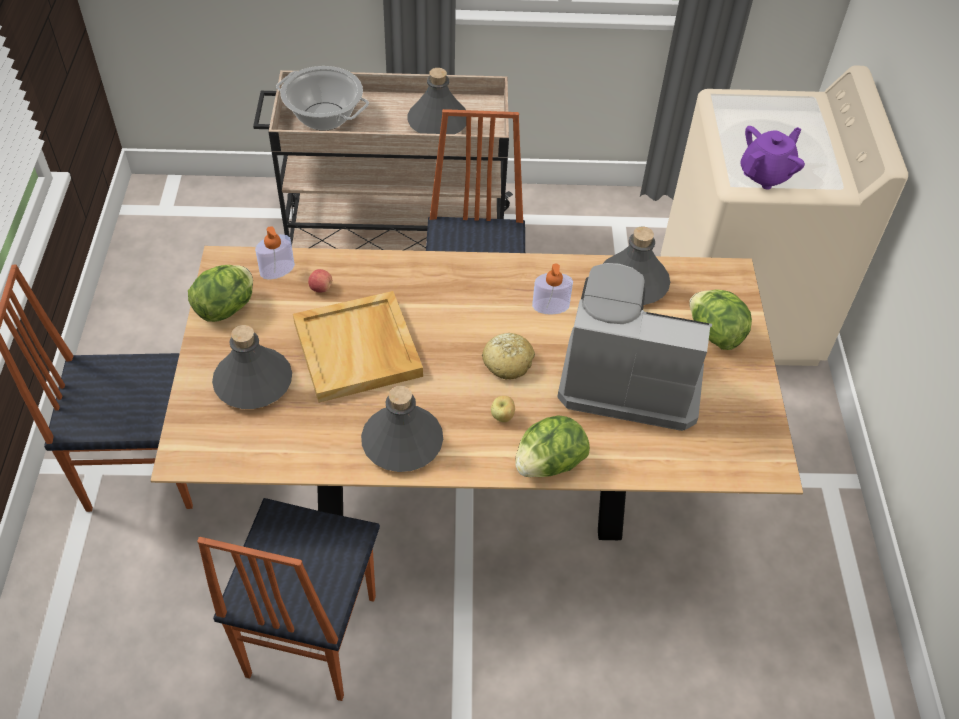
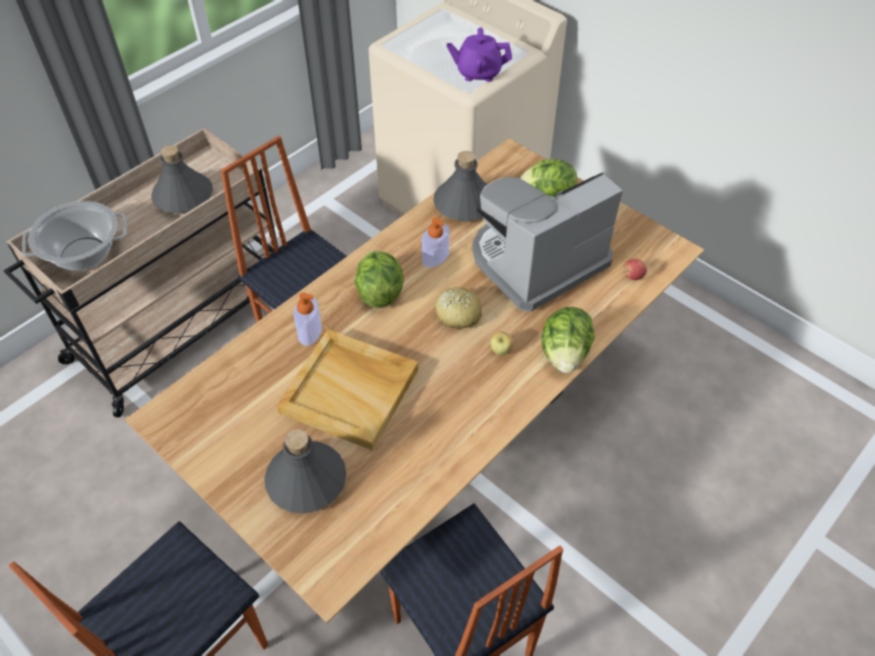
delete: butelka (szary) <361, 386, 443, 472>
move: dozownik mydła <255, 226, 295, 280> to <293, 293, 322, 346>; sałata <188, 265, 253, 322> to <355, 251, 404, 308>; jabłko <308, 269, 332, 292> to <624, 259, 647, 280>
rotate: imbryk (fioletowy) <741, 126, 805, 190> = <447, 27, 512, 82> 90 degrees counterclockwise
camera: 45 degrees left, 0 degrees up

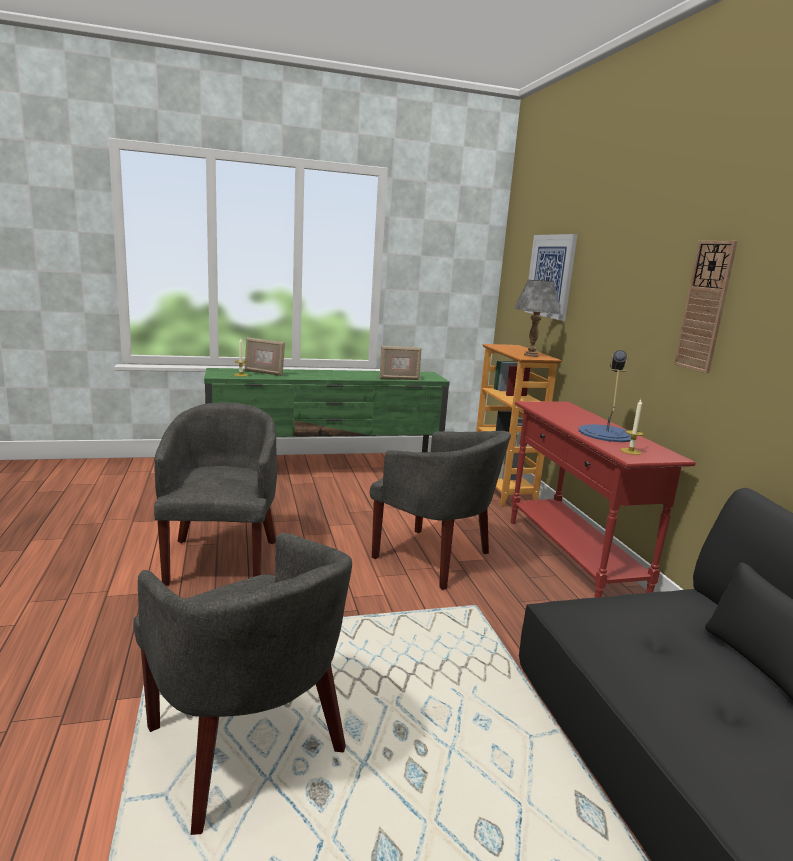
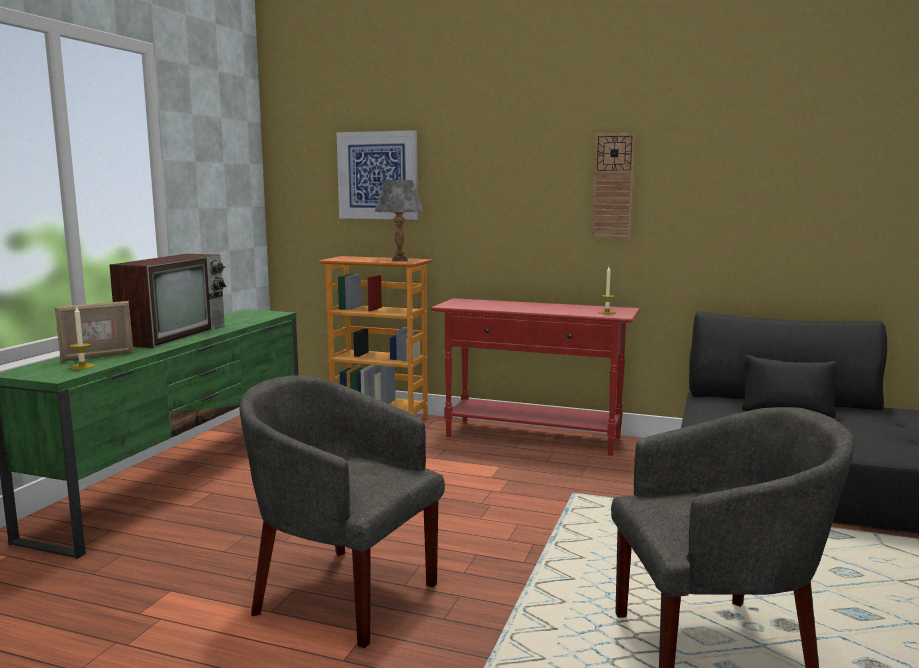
delete: fotel (szary) <370, 431, 511, 590>; ramka na zdjęcie <380, 346, 422, 380>; lampa stołowa (niebieski) <579, 350, 631, 442>
insert: telewizor <109, 254, 226, 348>
camera: 55 degrees left, 5 degrees down

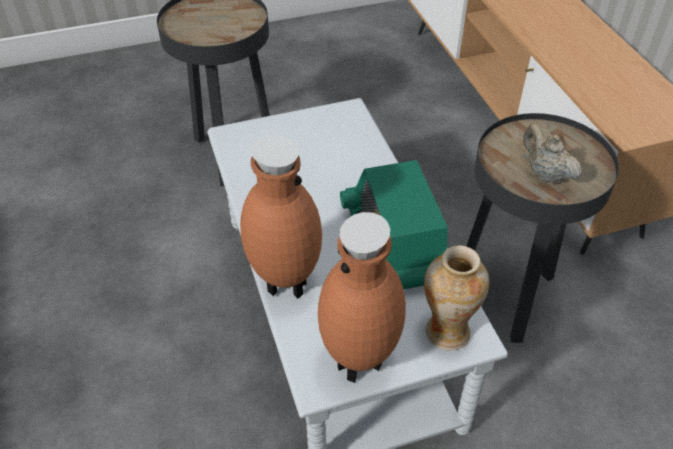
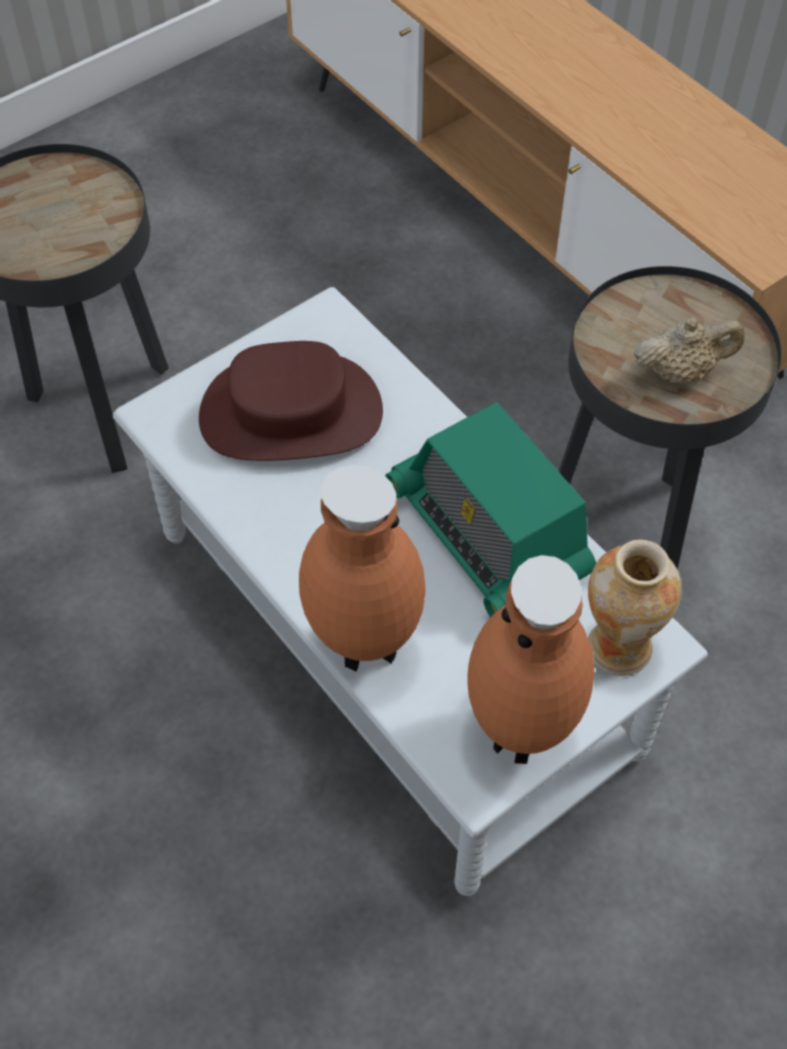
insert: kapelusz (brązowy) <199, 341, 383, 461>
rotate: imbryk (beżowy) <523, 124, 582, 183> = <634, 317, 745, 383> 135 degrees clockwise
camera: 20 degrees left, 10 degrees up

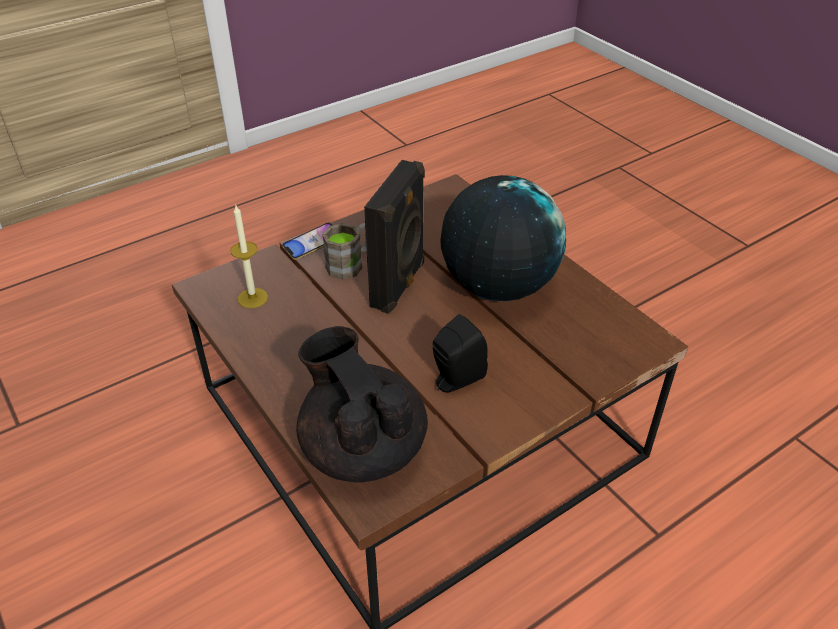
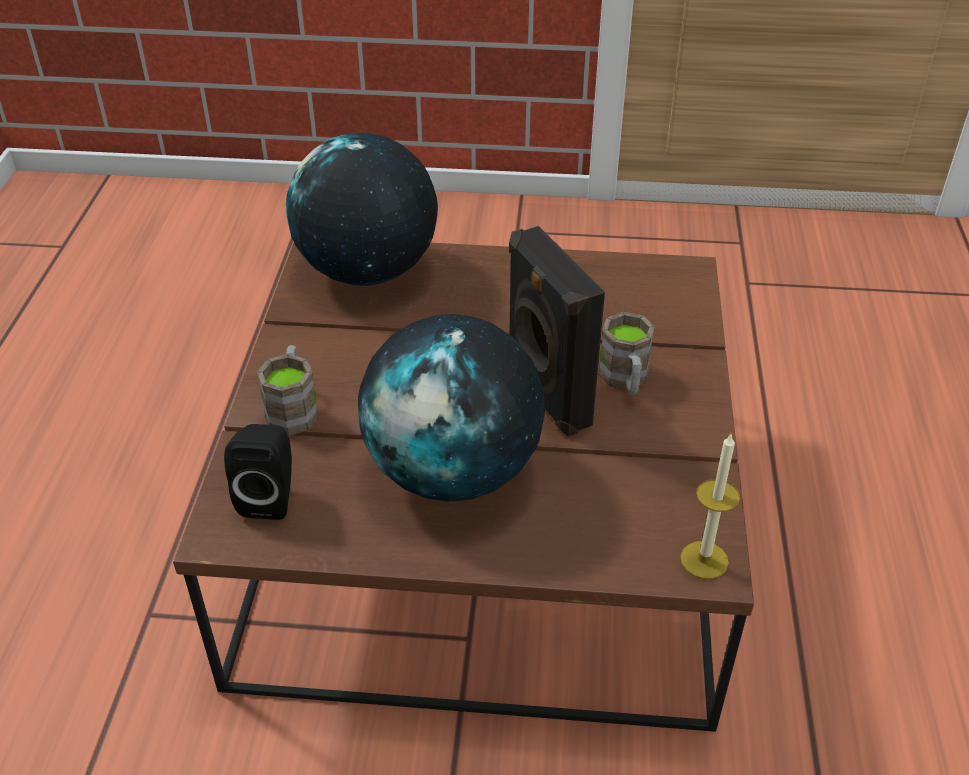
delete: telefon <282, 223, 333, 260>
insert: kubek (brązowy) <257, 345, 319, 436>
move: głośnik (czarny) <433, 314, 488, 393> to <224, 424, 292, 520>; świeca <230, 206, 268, 308> to <680, 434, 740, 579>
replace: imbryk (czarny) <296, 326, 428, 483> to globus <286, 132, 438, 286>
camera: 130 degrees right, 0 degrees up

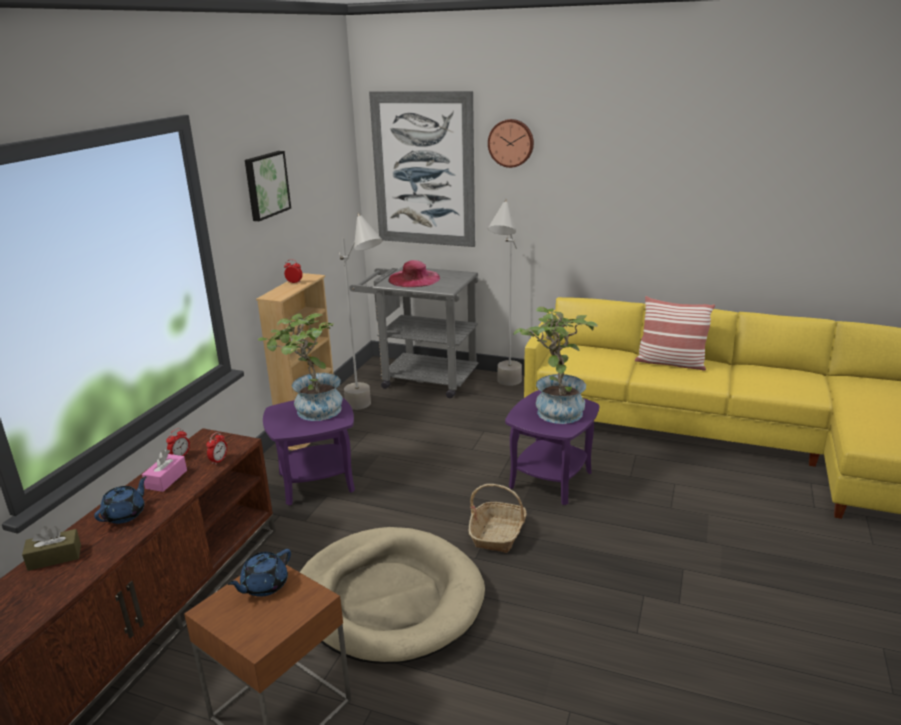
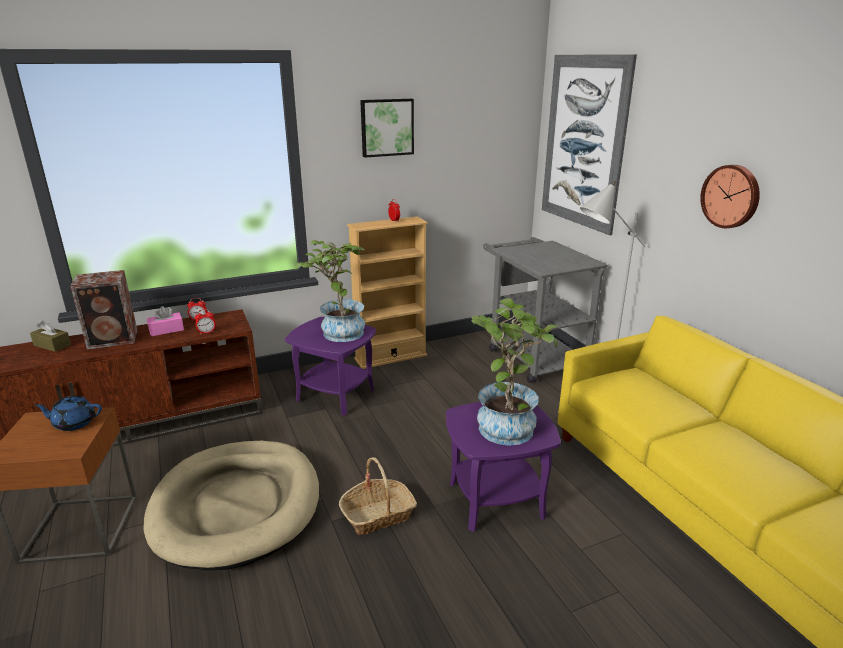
delete: lampa stojąca (szary) <339, 212, 383, 410>; kapelusz (różowy) <388, 260, 440, 287>; poduszka <635, 296, 715, 370>
move: zegar ścienny <488, 119, 534, 168> to <700, 165, 760, 228>
replace: imbryk (niebieski) <94, 476, 147, 524> to głośnik <70, 270, 137, 350>
camera: 45 degrees right, 0 degrees up

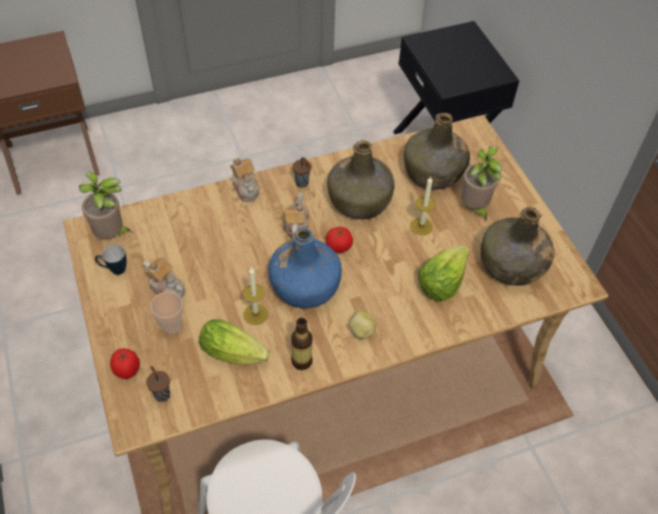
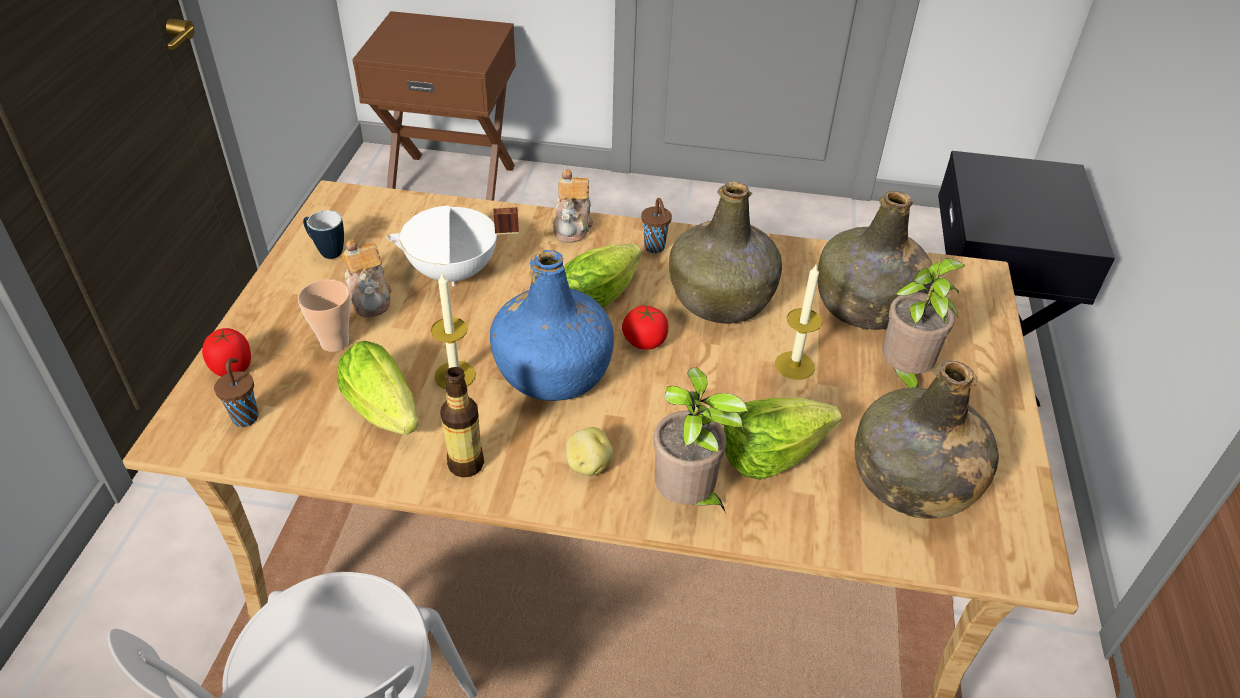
insert: garnek (biały) <386, 205, 519, 286>
move: roślina doniczkowa <79, 171, 131, 238> to <653, 367, 748, 513>
replace: imbryk <282, 192, 309, 238> to sałata <564, 243, 642, 308>
camera: 30 degrees right, 10 degrees down

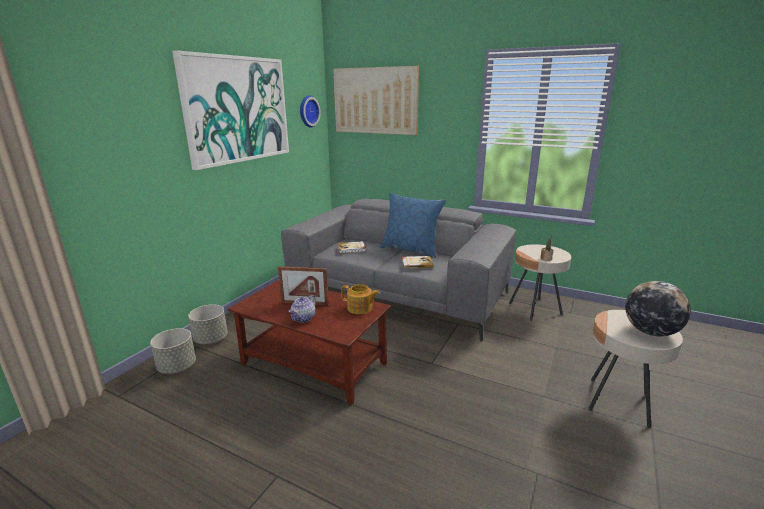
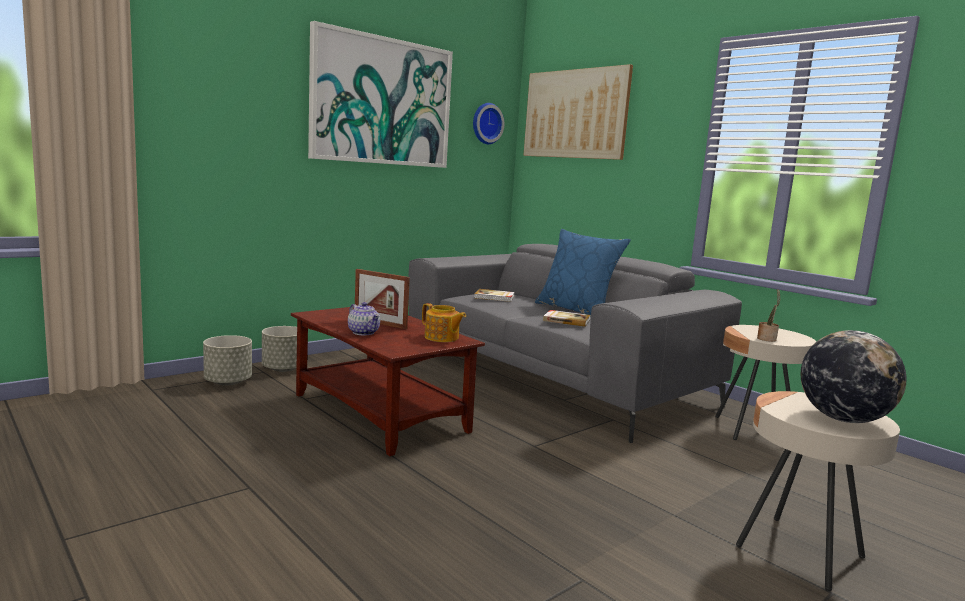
rotate: imbryk <288, 295, 316, 323> = <348, 302, 380, 335> 90 degrees counterclockwise
camera: 20 degrees right, 10 degrees down

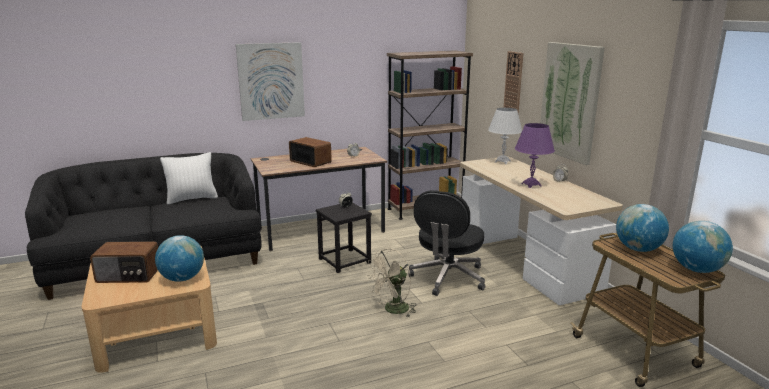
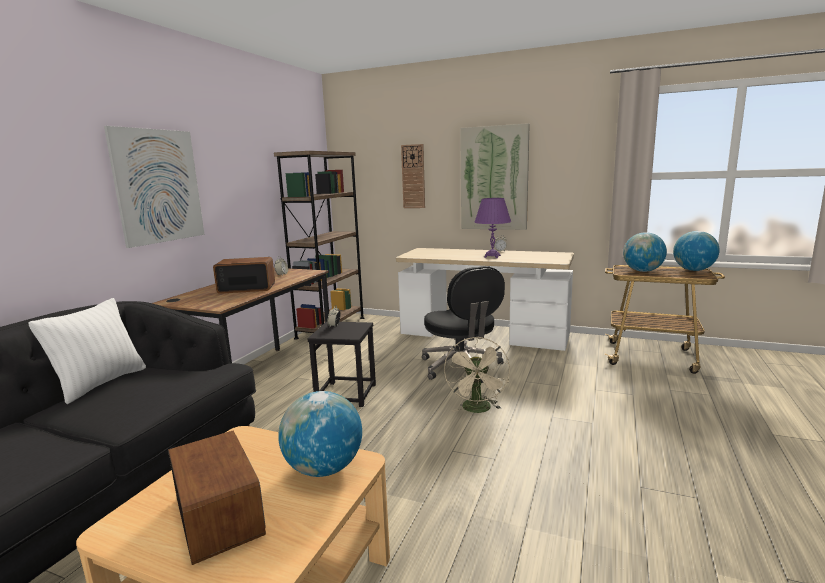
delete: lampa stołowa (biały) <488, 108, 522, 164>
rotate: radio <90, 241, 158, 283> = <168, 431, 266, 565> 75 degrees counterclockwise
camera: 45 degrees left, 5 degrees down

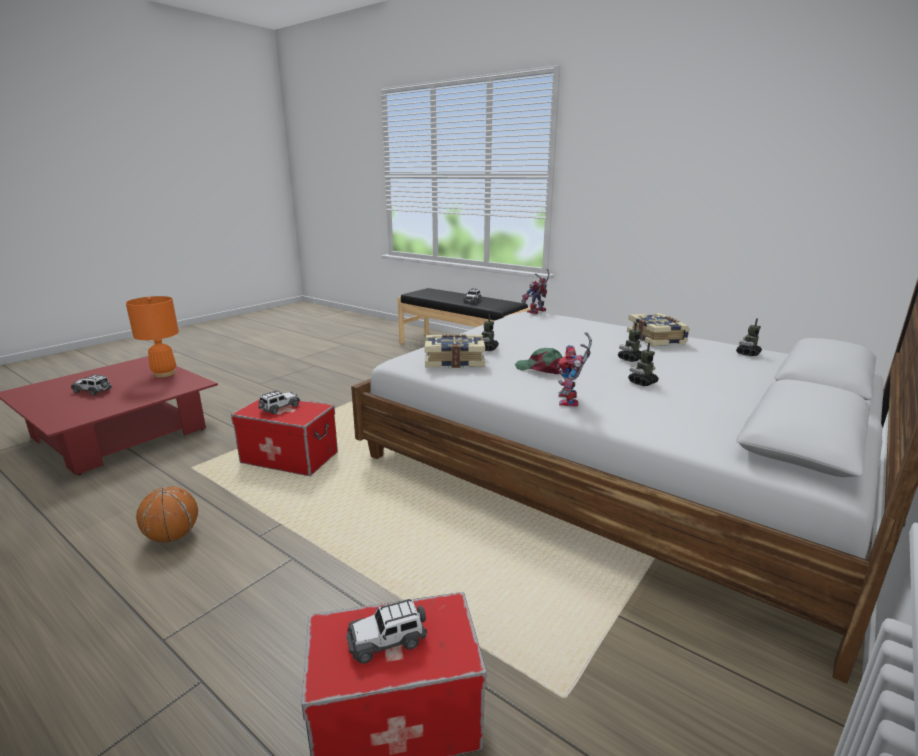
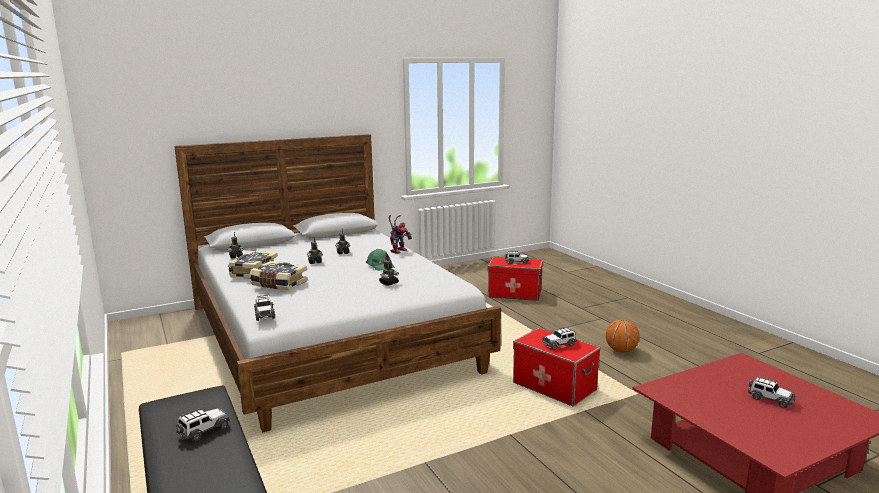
delete: lampa stołowa (pomarańczowy) <126, 296, 179, 377>
move: książka <425, 334, 485, 368> to <250, 261, 308, 290>
replace: robot zabawkowy <521, 269, 550, 314> to samochodzik <254, 295, 275, 321>
camera: 155 degrees left, 5 degrees down

